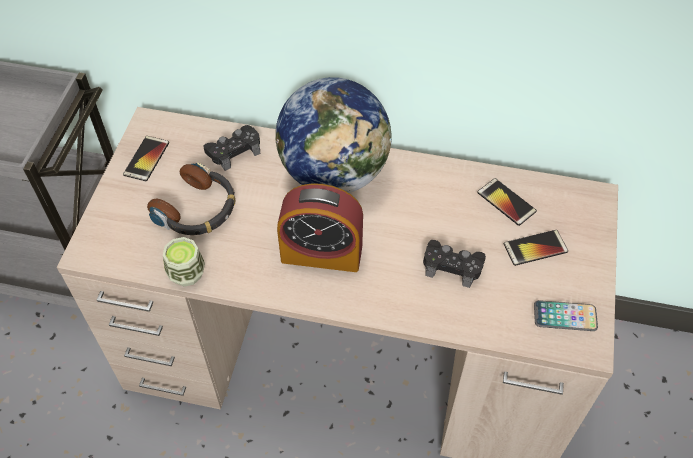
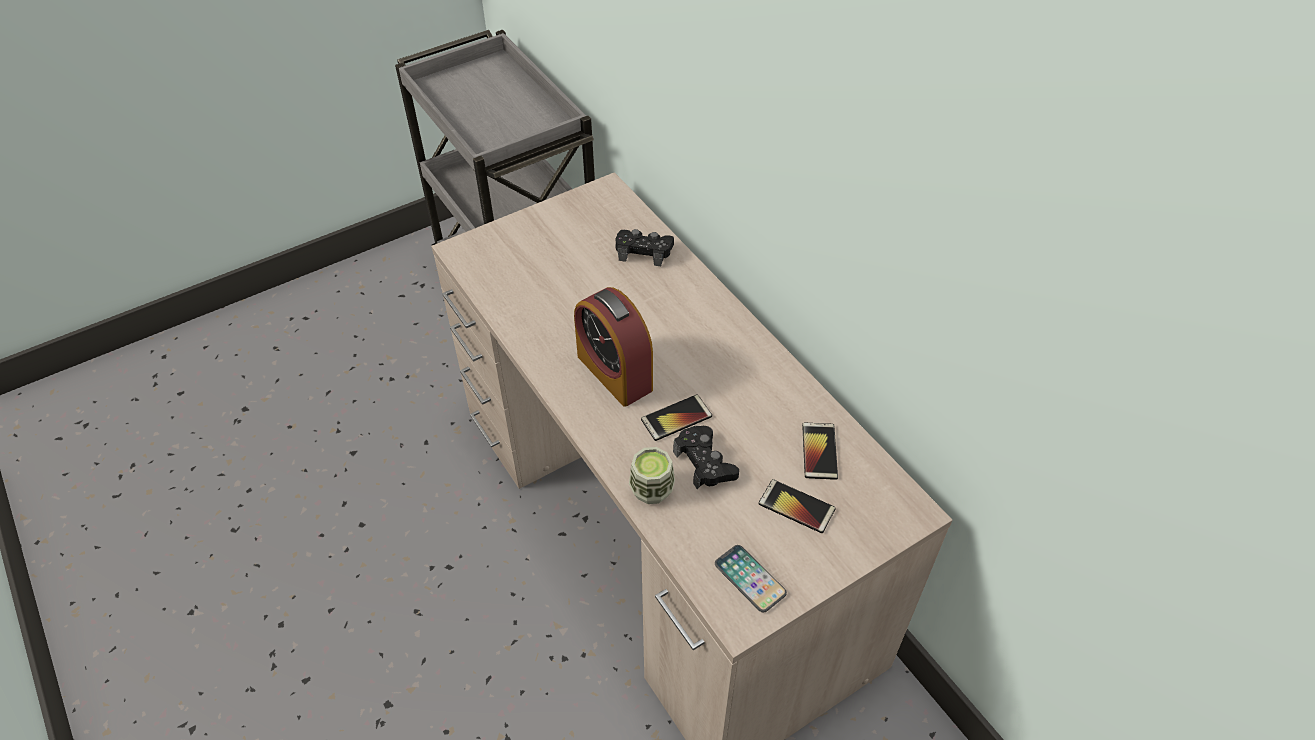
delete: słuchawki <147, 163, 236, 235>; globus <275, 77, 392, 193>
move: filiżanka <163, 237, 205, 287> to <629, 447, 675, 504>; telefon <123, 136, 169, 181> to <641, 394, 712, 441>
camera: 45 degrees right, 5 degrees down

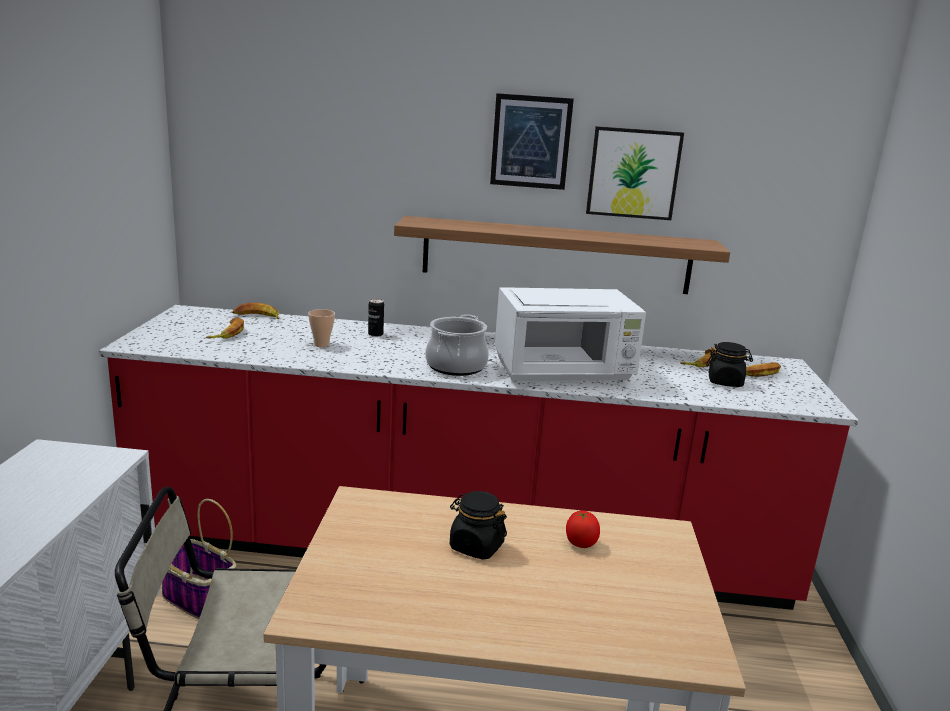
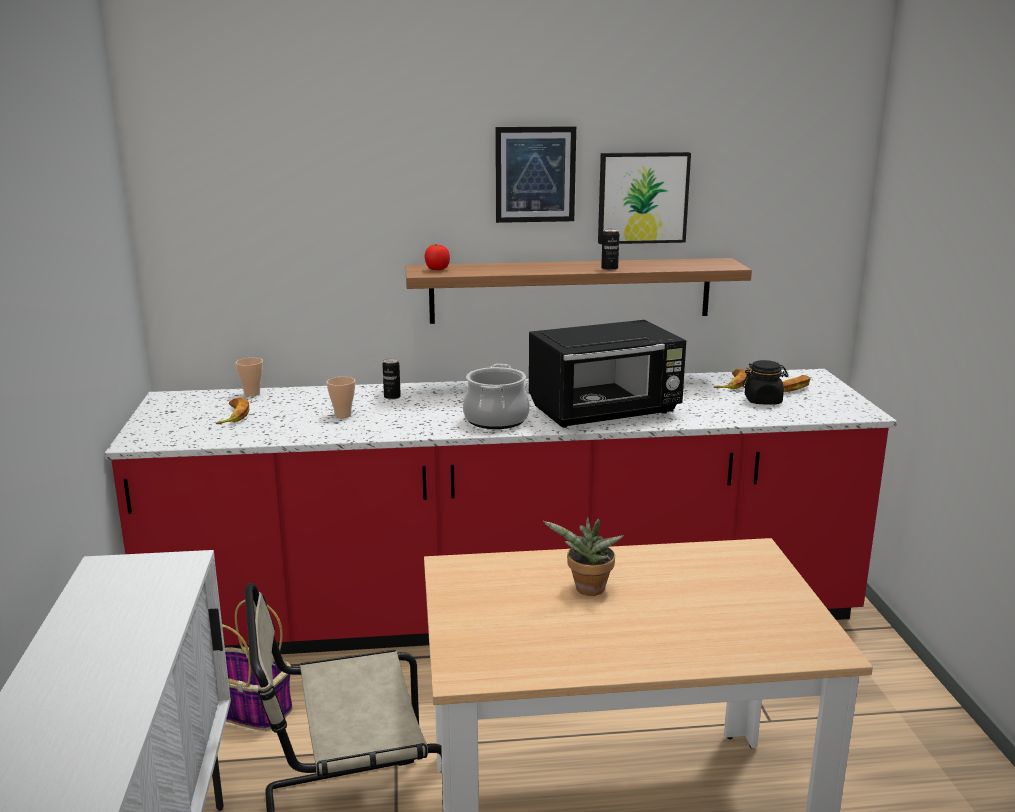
insert: puszka <601, 229, 619, 270>
move: pomidor <566, 510, 600, 548> to <425, 244, 450, 270>
replace: banan <232, 303, 280, 319> to filiżanka <235, 358, 263, 397>; słoik (czarny) <450, 491, 507, 560> to roślina doniczkowa <543, 517, 624, 596>
recolor: mikrofalówka (biały) <495, 287, 646, 382> to mikrofalówka (czarny) <529, 320, 686, 428>
camera: 10 degrees left, 0 degrees up

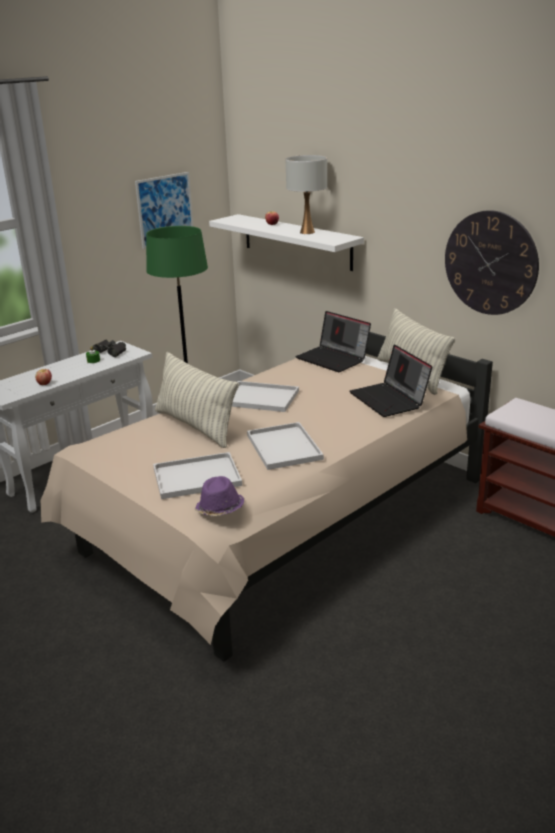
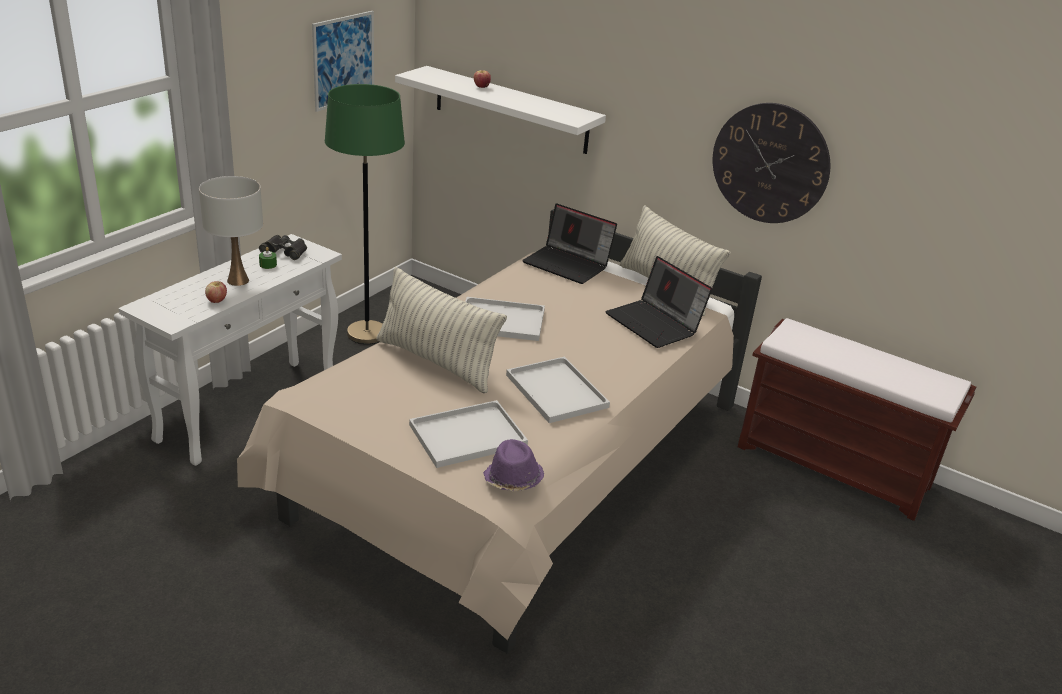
move: lampa stołowa (biały) <286, 155, 327, 234> to <199, 176, 263, 286>
camera: 15 degrees left, 5 degrees up

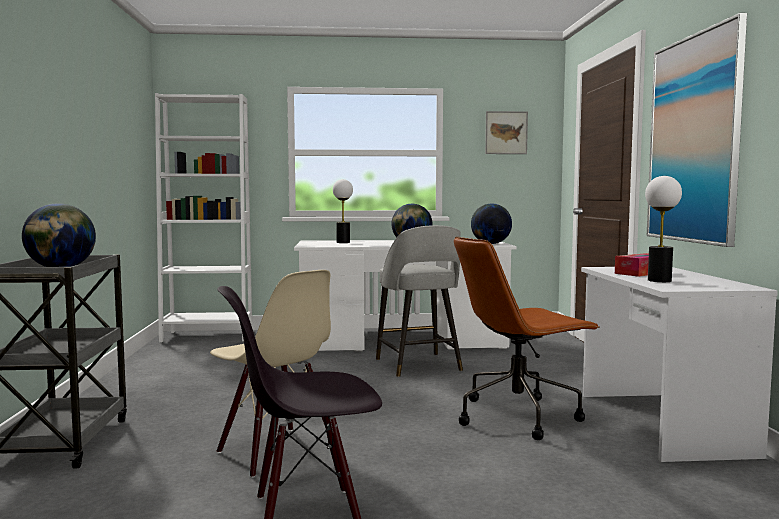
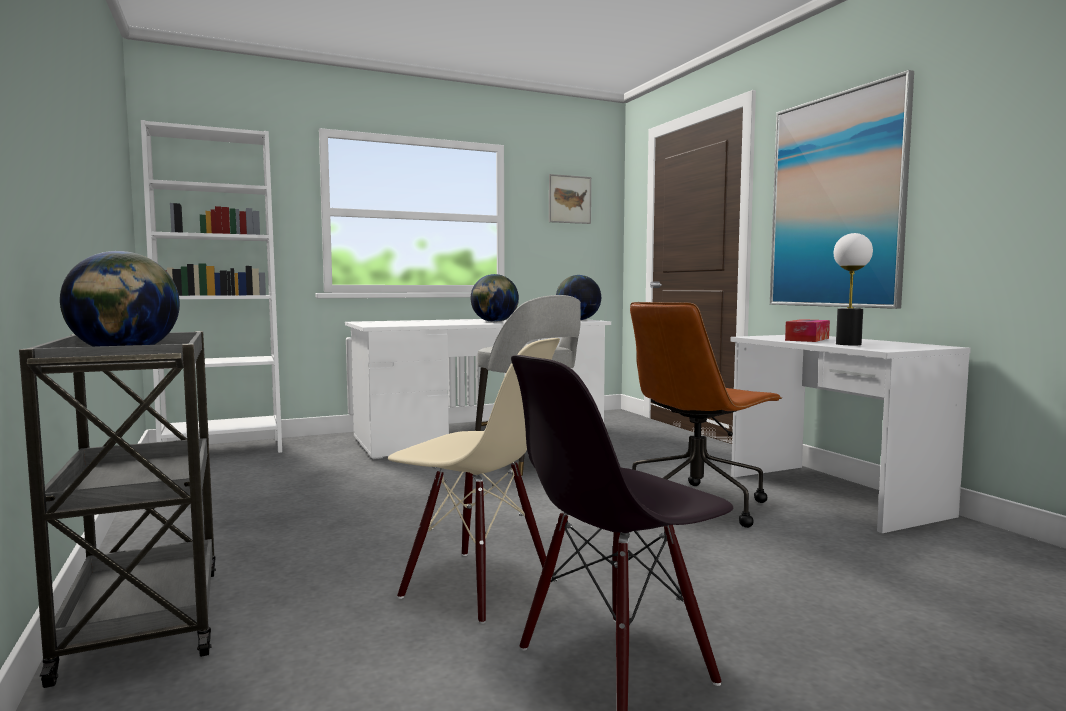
delete: lampa stołowa <333, 179, 353, 243>
camera: 20 degrees left, 0 degrees up

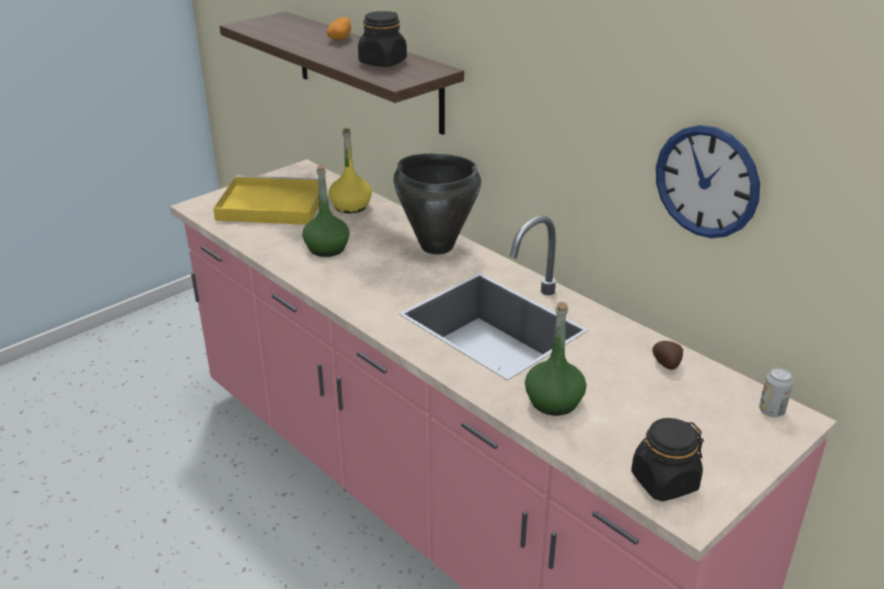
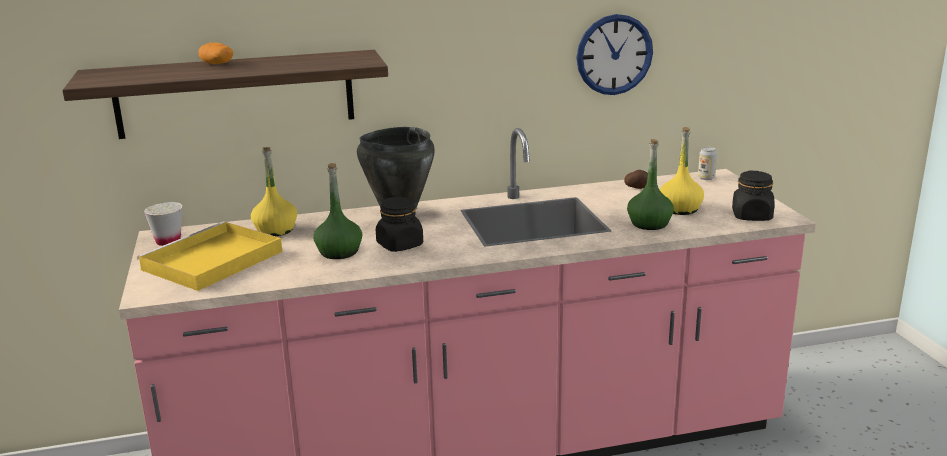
insert: filiżanka (biały) <143, 202, 182, 246>; butelka (żółty) <660, 127, 704, 215>
move: słoik (czarny) <358, 11, 407, 67> to <376, 197, 423, 252>
camera: 60 degrees left, 10 degrees down

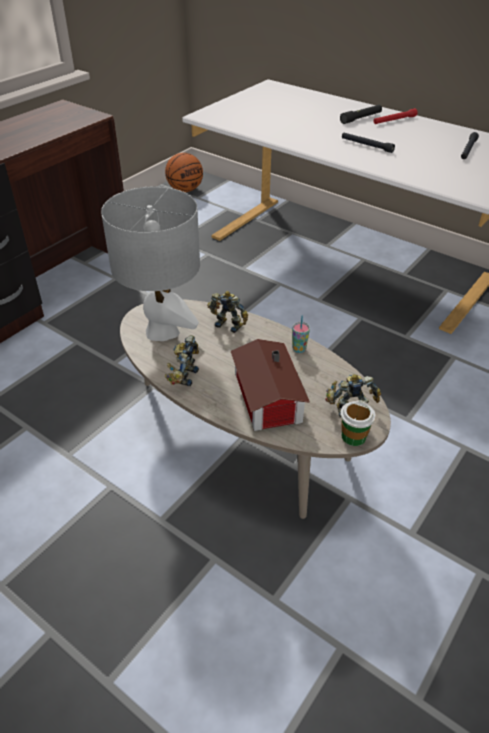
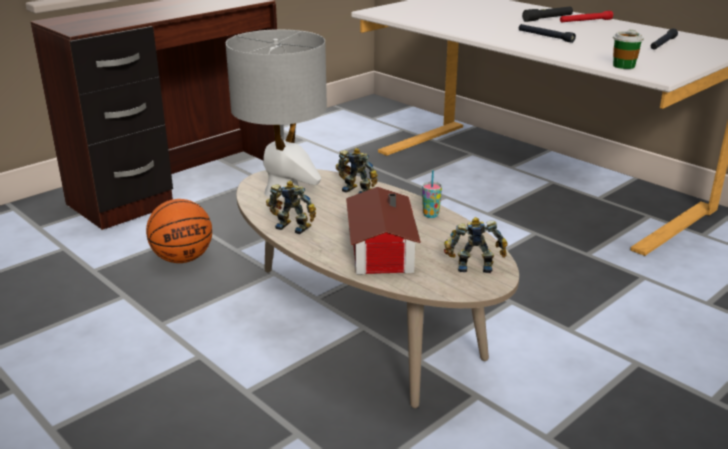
move: piłka do koszykówki <165, 153, 203, 192> to <146, 199, 212, 263>; filiżanka <340, 400, 376, 446> to <613, 30, 644, 69>
rotate: robot zabawkowy <165, 335, 199, 386> = <266, 181, 316, 234> 90 degrees clockwise
camera: 10 degrees right, 15 degrees down

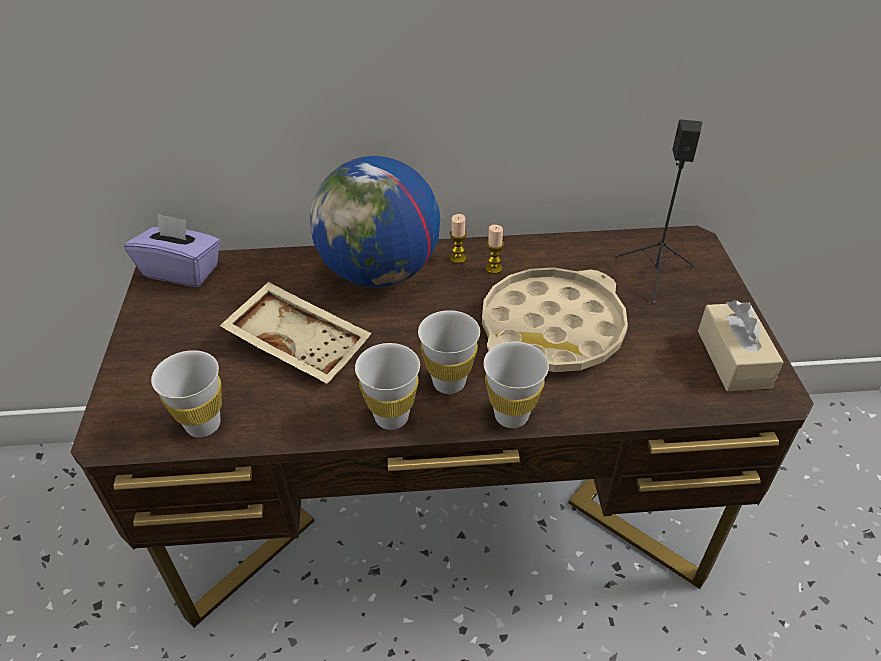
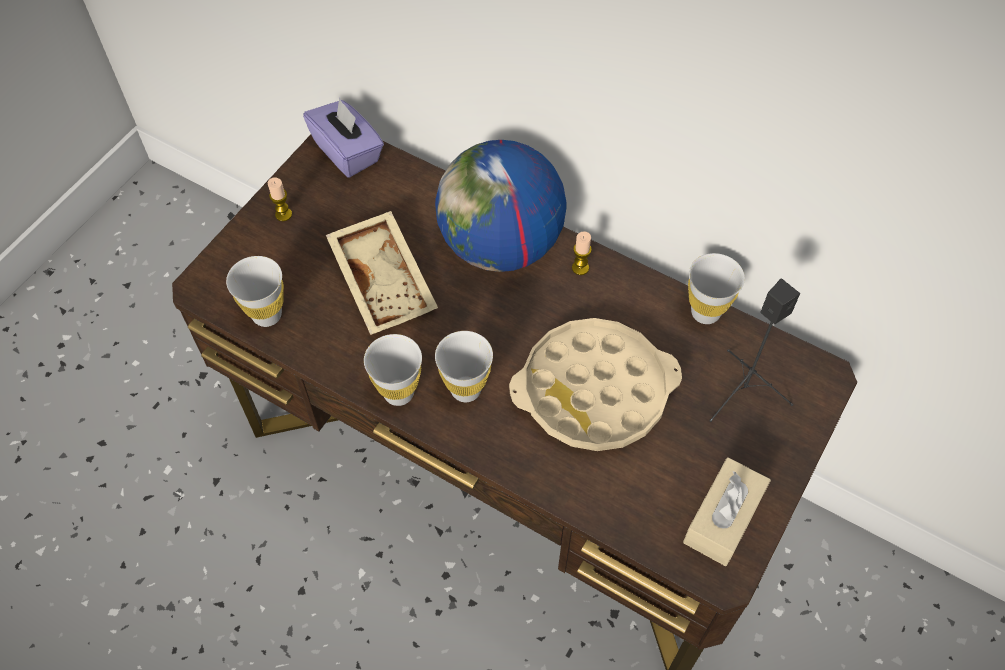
move: świeca <486, 225, 504, 274> to <267, 177, 292, 221>; filiżanka (biały) <483, 341, 549, 428> to <688, 253, 745, 324>
camera: 35 degrees right, 15 degrees up

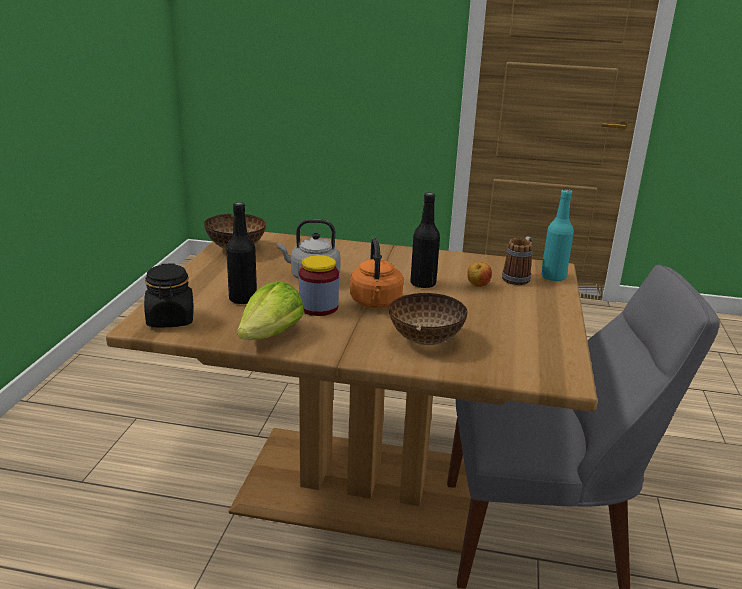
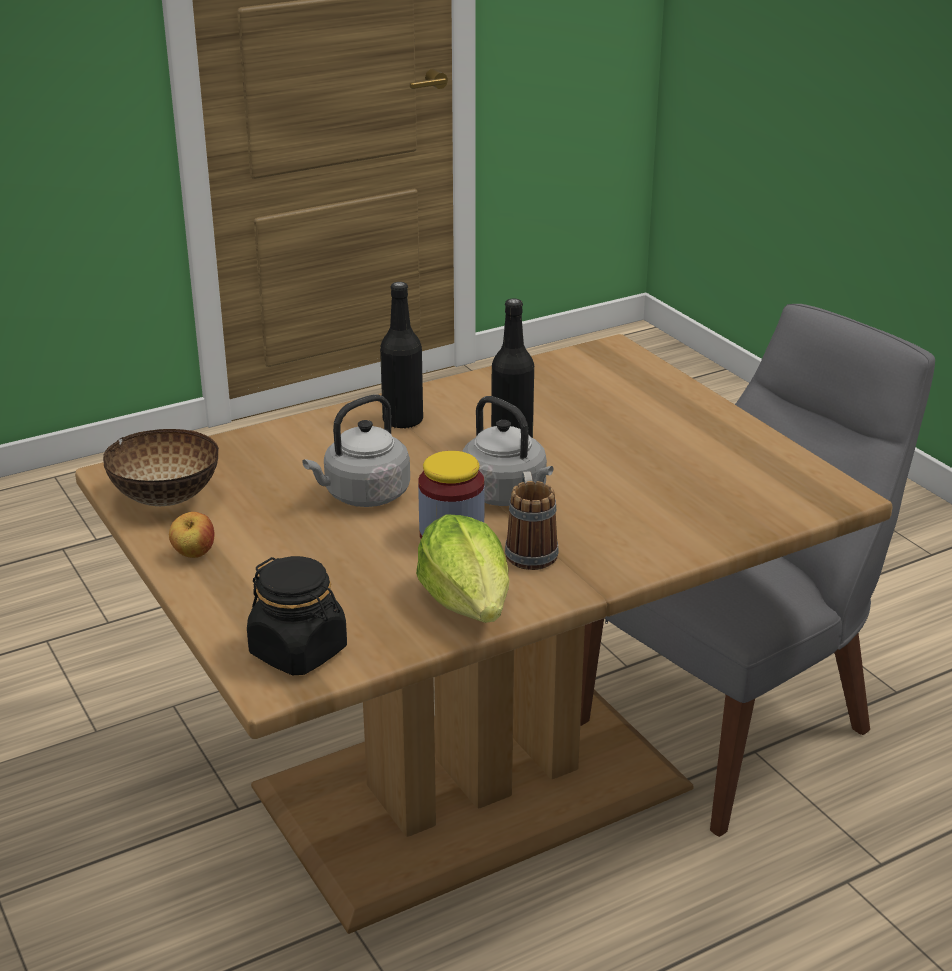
delete: miska <389, 293, 468, 345>; butelka (turkusowy) <541, 189, 574, 281>
move: jabłko <467, 262, 492, 287> to <169, 512, 215, 558>; butelka (czarny) <226, 202, 257, 305> to <380, 282, 423, 429>; kubek <502, 236, 533, 285> to <505, 471, 559, 570>
recolor: czajnik (pomarańczowy) <350, 238, 403, 308> to czajnik (szary) <462, 396, 553, 506>
camera: 40 degrees left, 5 degrees up

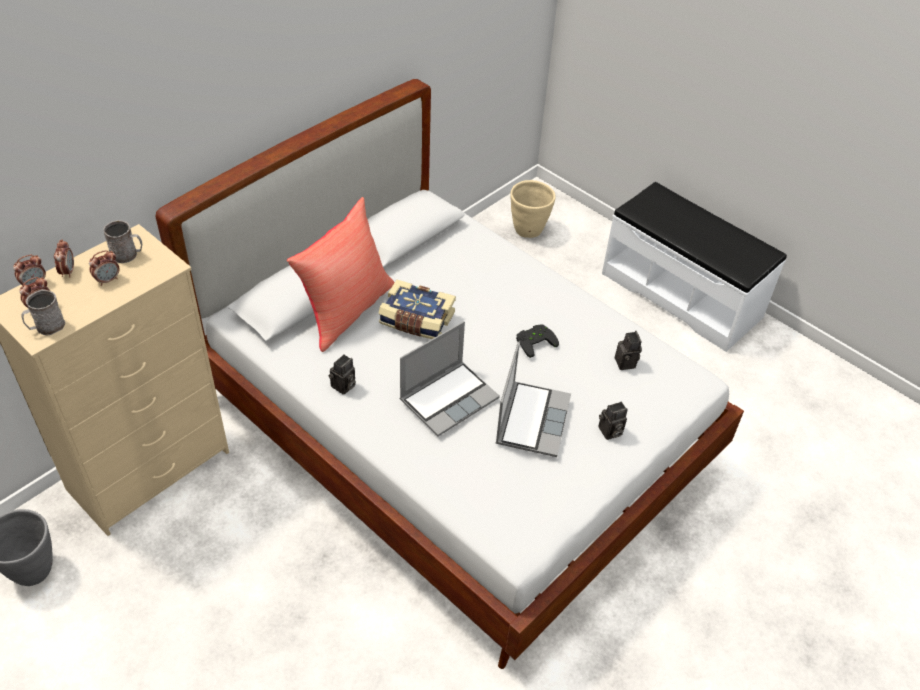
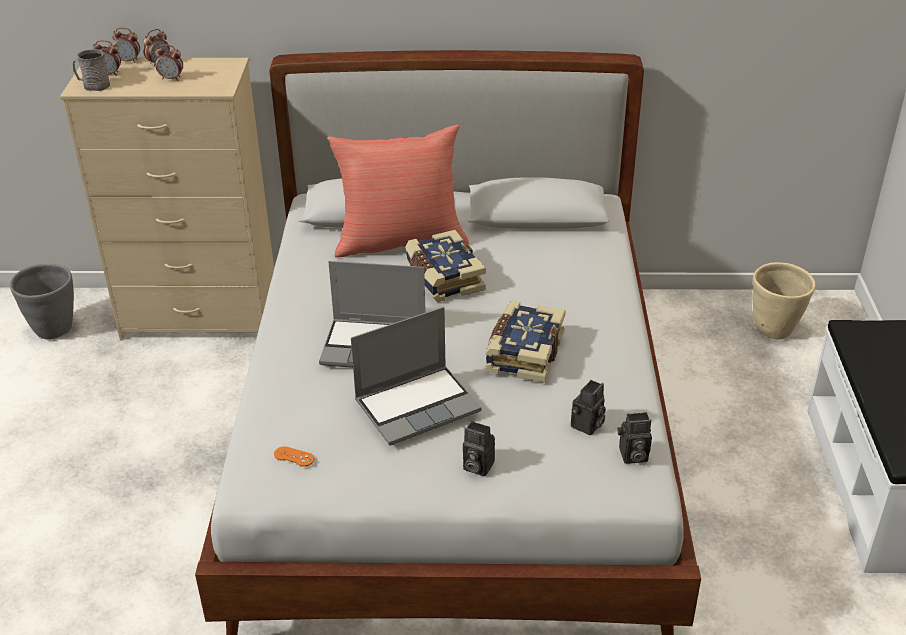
delete: kubek (szary) <103, 220, 142, 263>
insert: pad do gier (pomarańczowy) <274, 446, 314, 466>
move: aparat fotograficzny <328, 354, 356, 395> to <618, 412, 652, 464>
replace: pad do gier (czarny) <516, 324, 559, 358> to książka <485, 301, 566, 383>
camera: 50 degrees right, 10 degrees down

